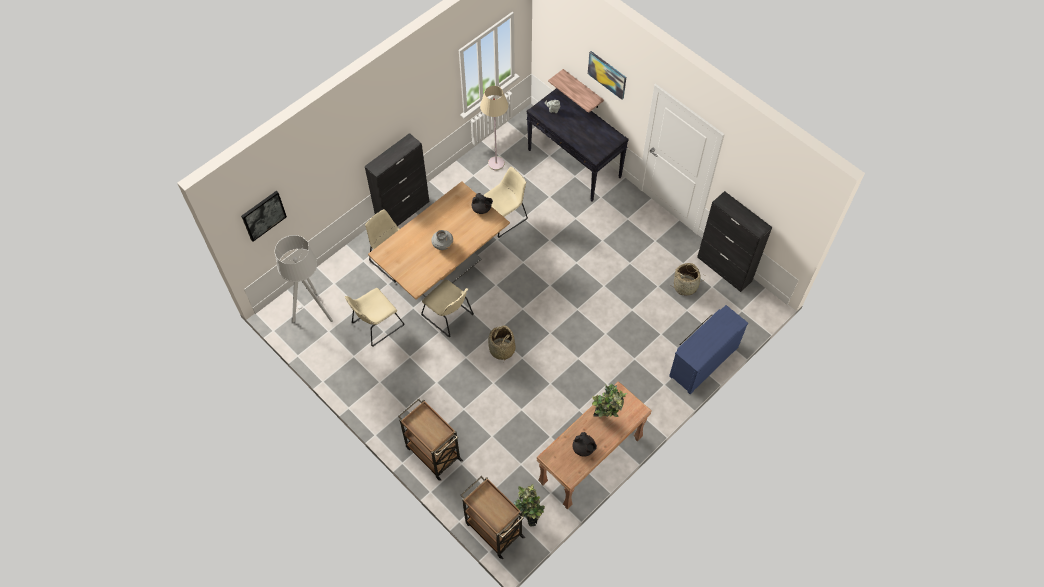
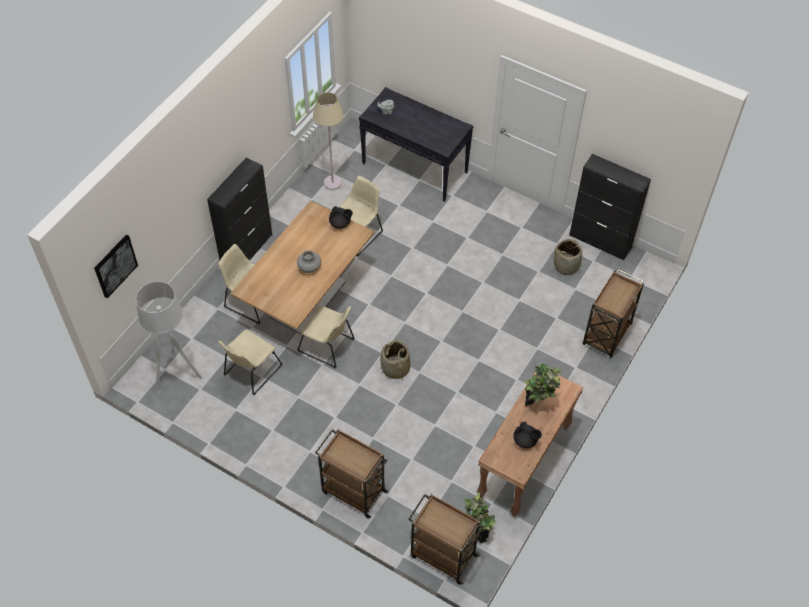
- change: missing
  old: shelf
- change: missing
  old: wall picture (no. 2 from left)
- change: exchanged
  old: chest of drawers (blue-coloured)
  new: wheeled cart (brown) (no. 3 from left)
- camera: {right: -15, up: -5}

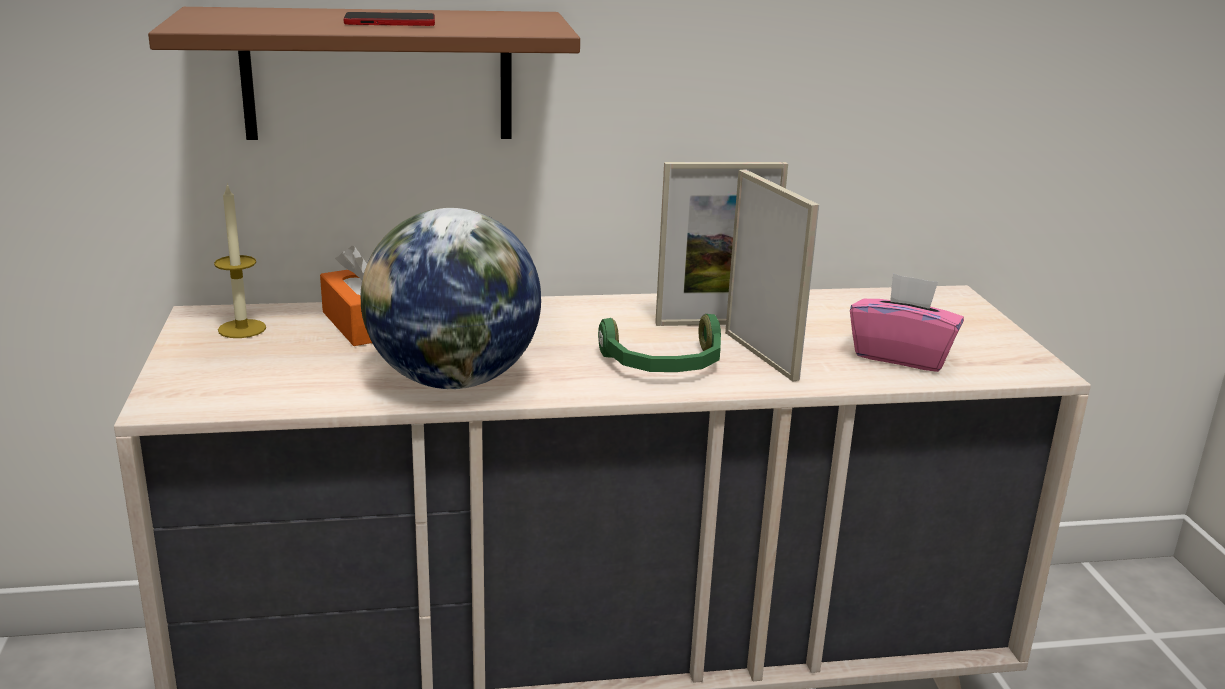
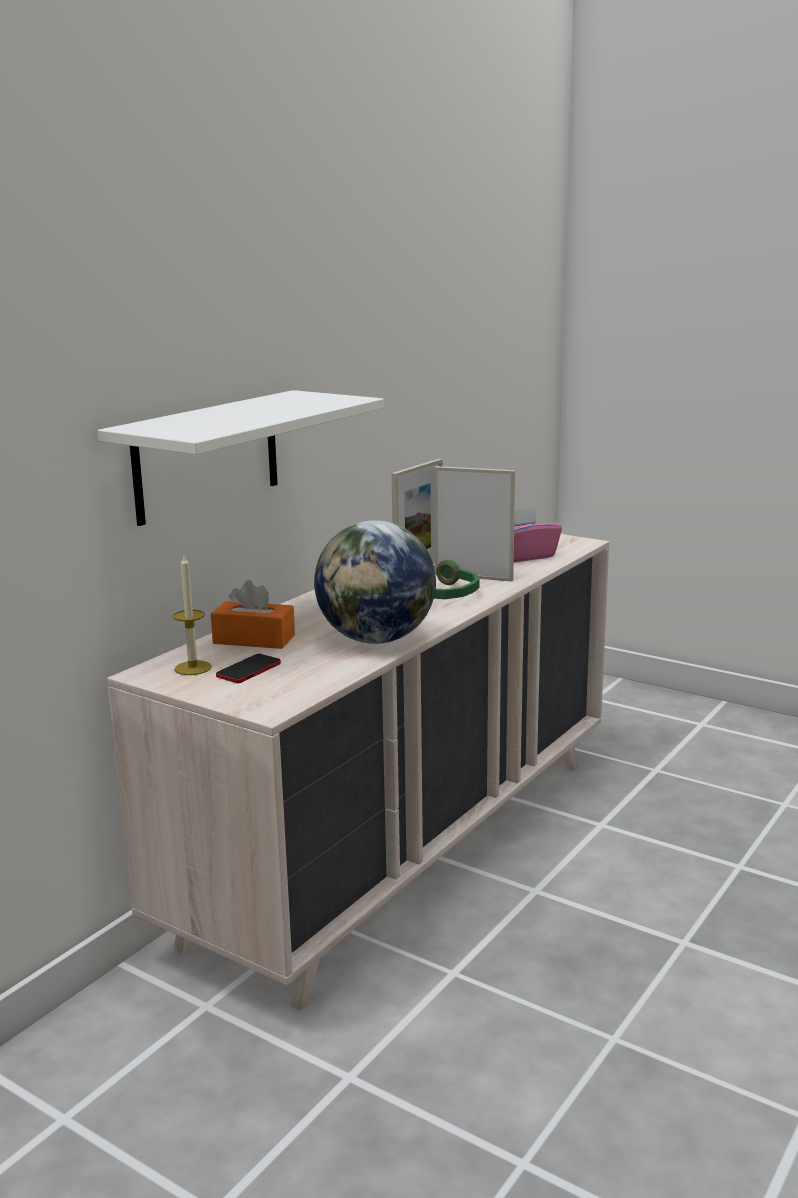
- change: colour
  old: shelf (brown)
  new: shelf (white-coloured)
- change: relocated
  old: handset
- camera: {right: -45, up: -5}

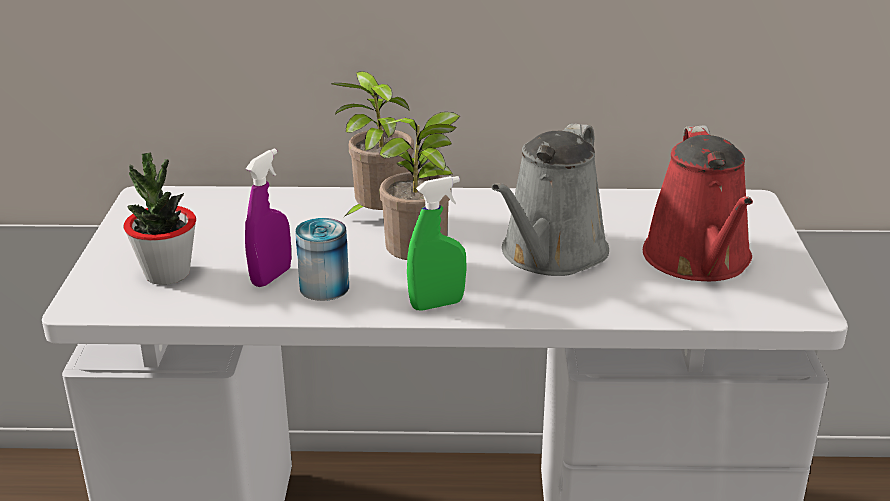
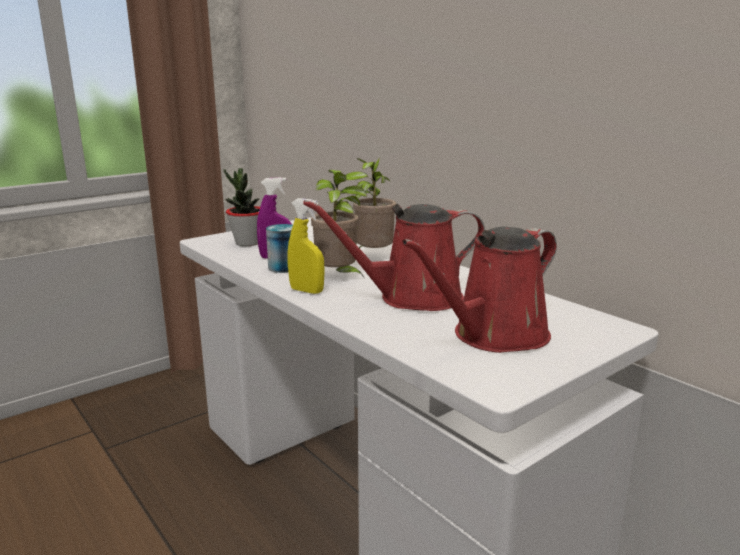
- change: colour
  old: spray bottle (greenish)
  new: spray bottle (yellow)
- change: colour
  old: watering pot (gray)
  new: watering pot (red) (no. 1 from left)
- camera: {right: 50, up: -10}

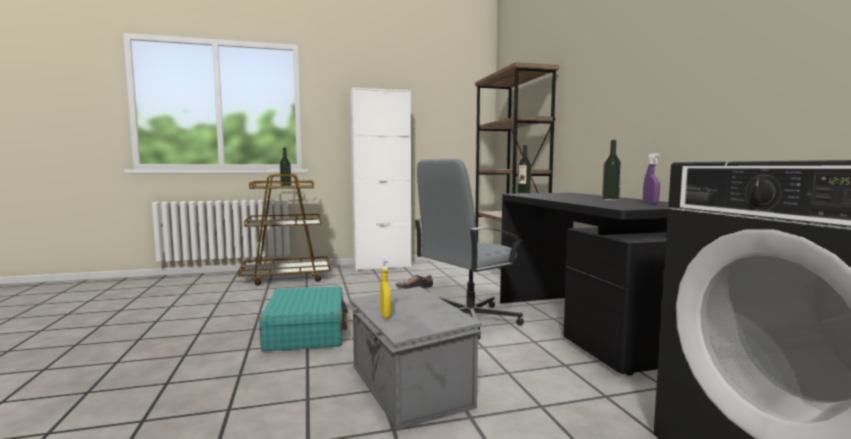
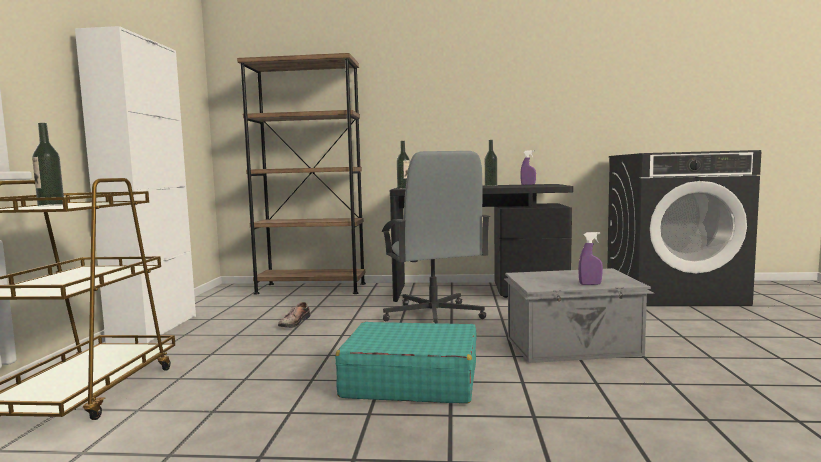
- change: colour
  old: spray bottle (yellow)
  new: spray bottle (purple) (no. 2 from left)
- camera: {right: -70, up: 0}

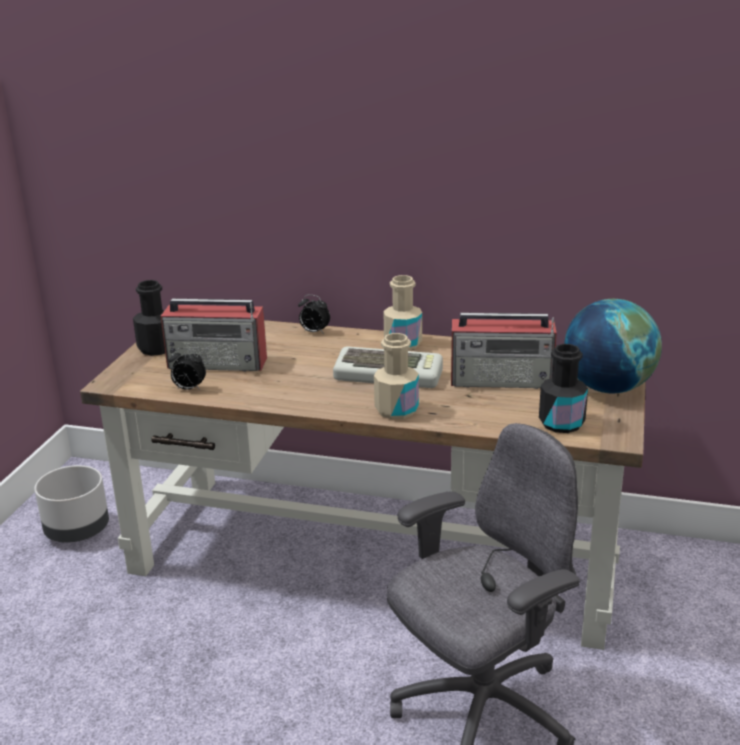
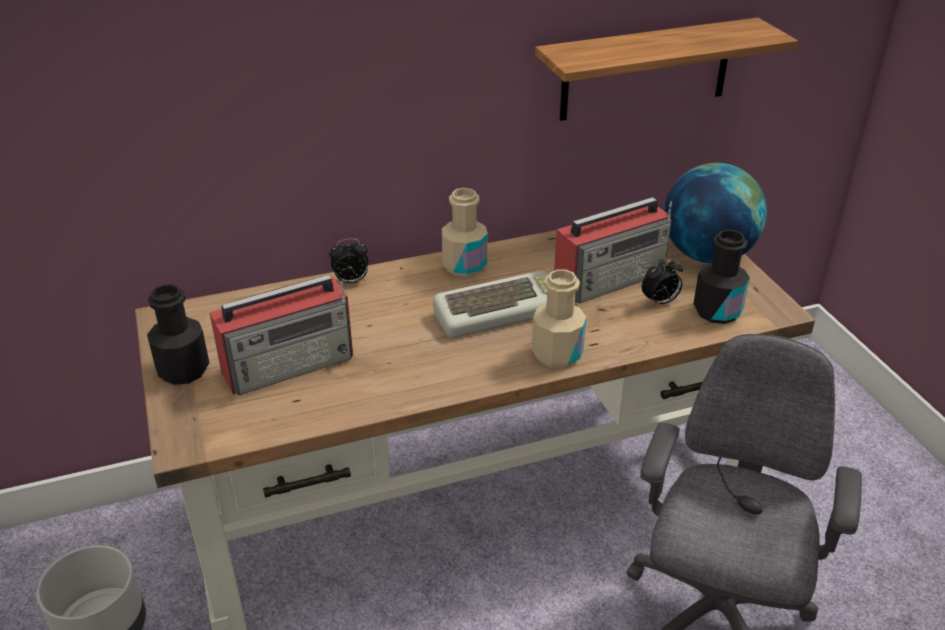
- change: relocated
  old: table clock (no. 1 from left in the first image)
  new: table clock (no. 2 from left)
- change: appeared
  new: shelf
- camera: {right: -35, up: 10}

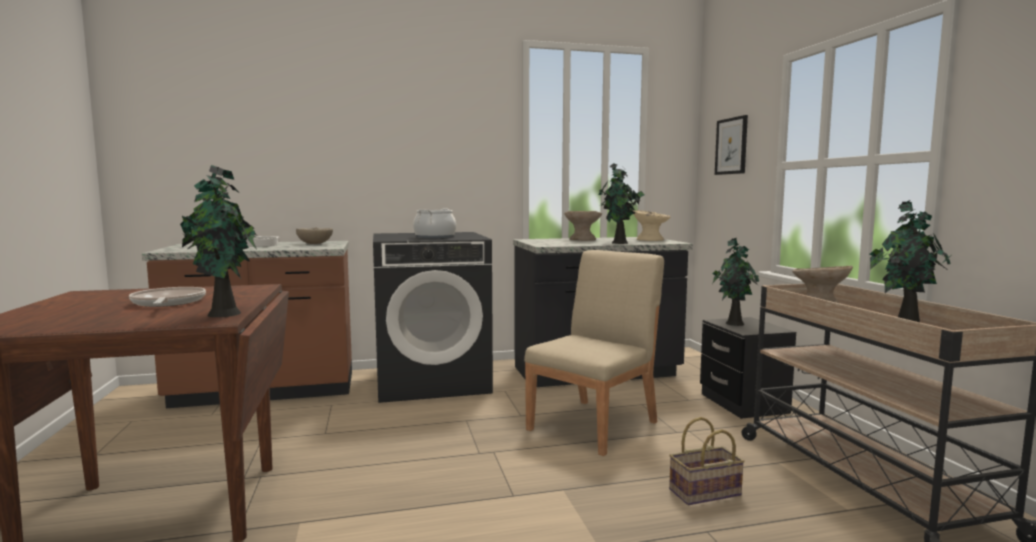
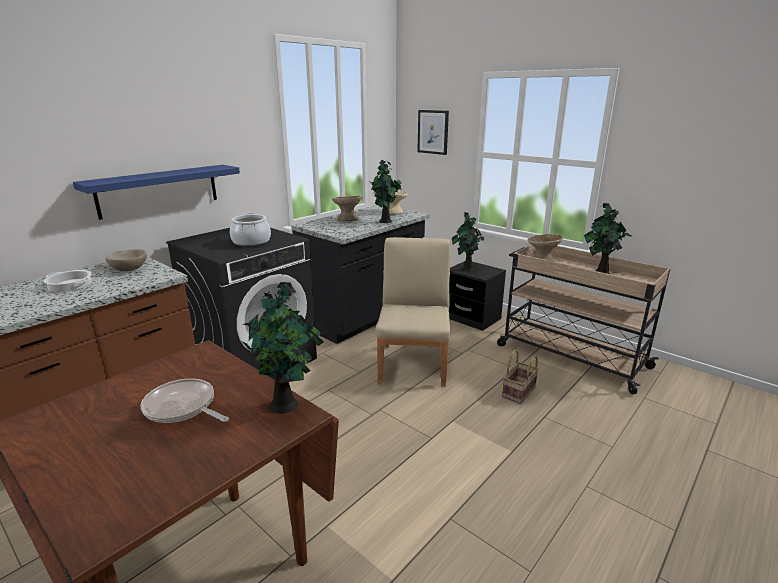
- change: appeared
  new: shelf (blue-coloured)
- camera: {right: -35, up: 15}

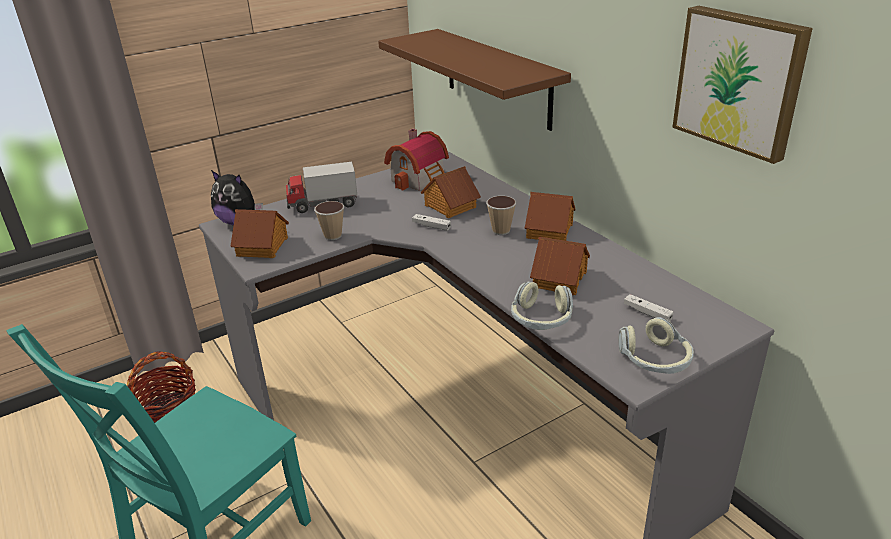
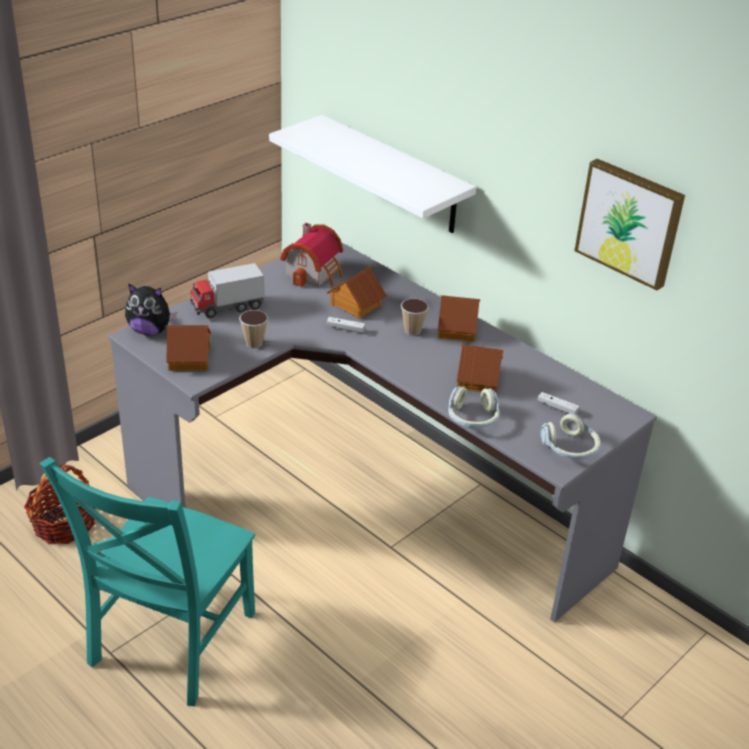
- change: colour
  old: shelf (brown)
  new: shelf (white-coloured)
- camera: {right: -15, up: 5}

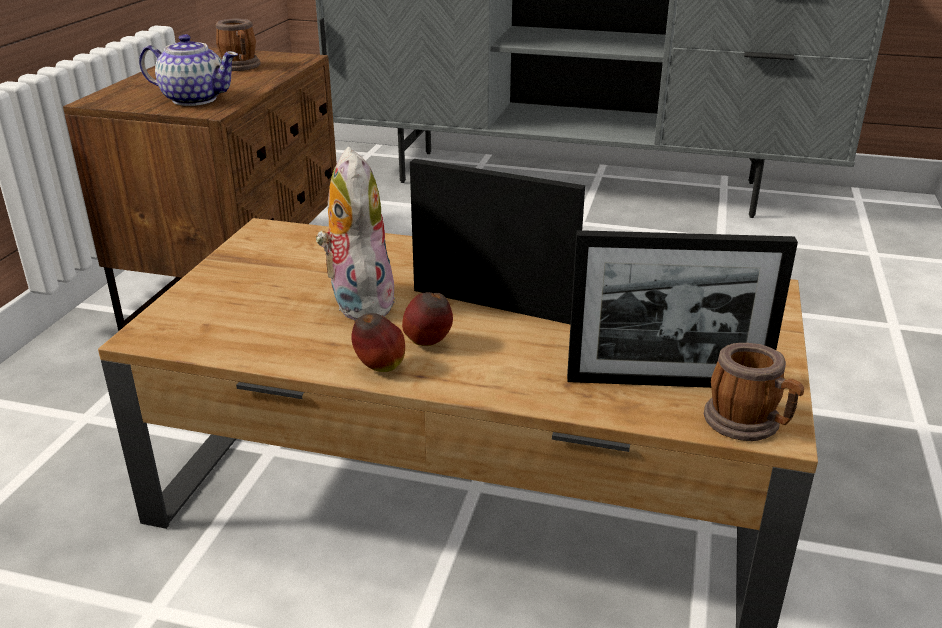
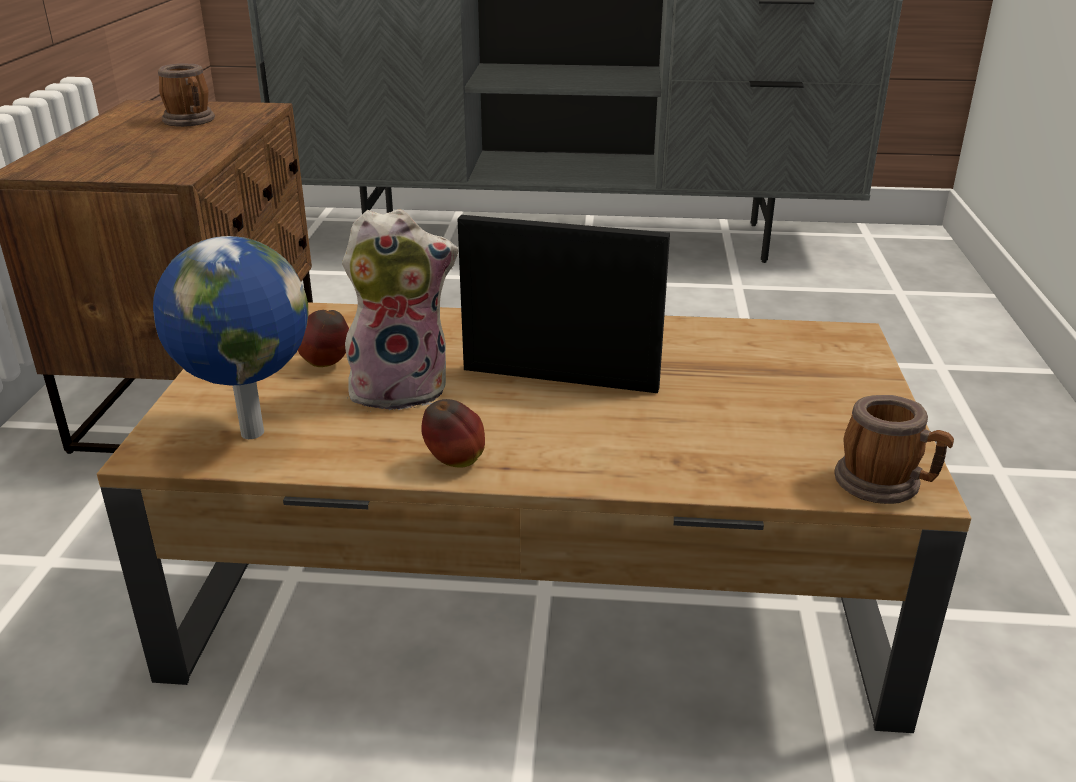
- change: missing
  old: pot for tea
- change: spun
  old: plush toy
  degrees: 105
- change: relocated
  old: apple fruit (no. 2 from left in the first image)
  new: apple fruit (no. 1 from left)
- change: missing
  old: photo frame (no. 2 from left)
- change: appeared
  new: globe
- camera: {right: -10, up: 0}

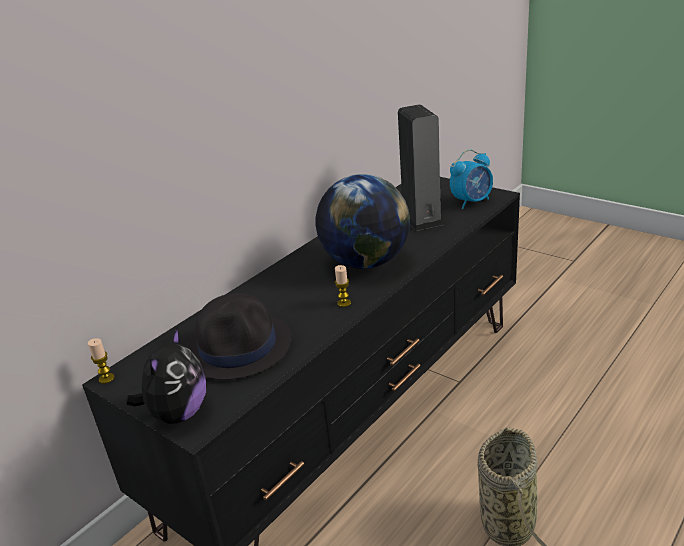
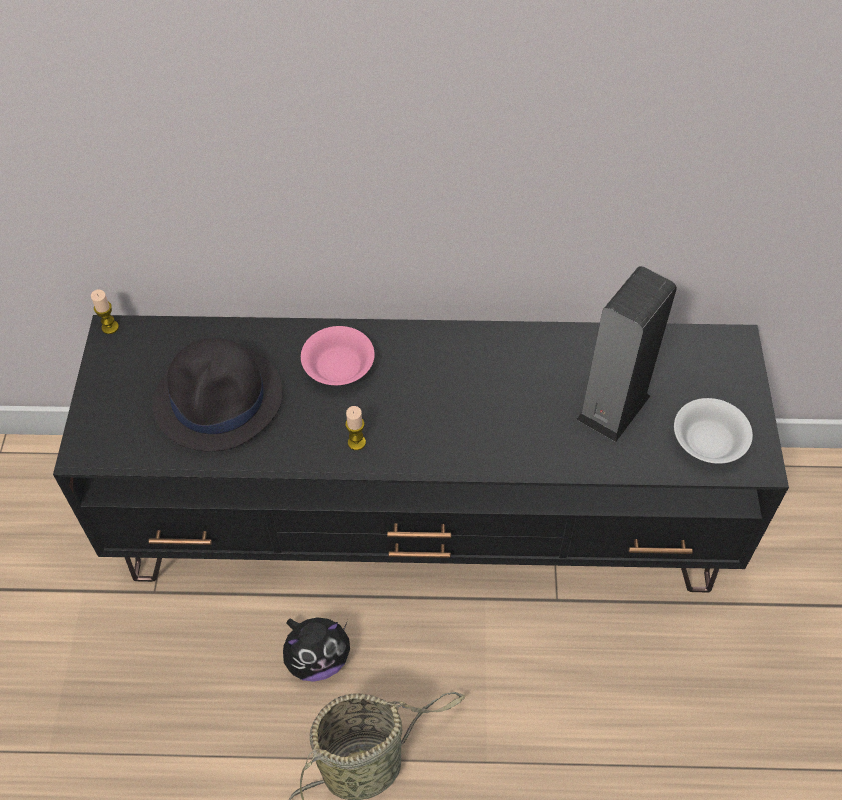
- change: relocated
  old: plush toy
- change: missing
  old: globe
- change: exchanged
  old: table clock
  new: serving bowl (white-coloured)
- change: appeared
  new: serving bowl (pinkish)
- camera: {right: 50, up: 25}

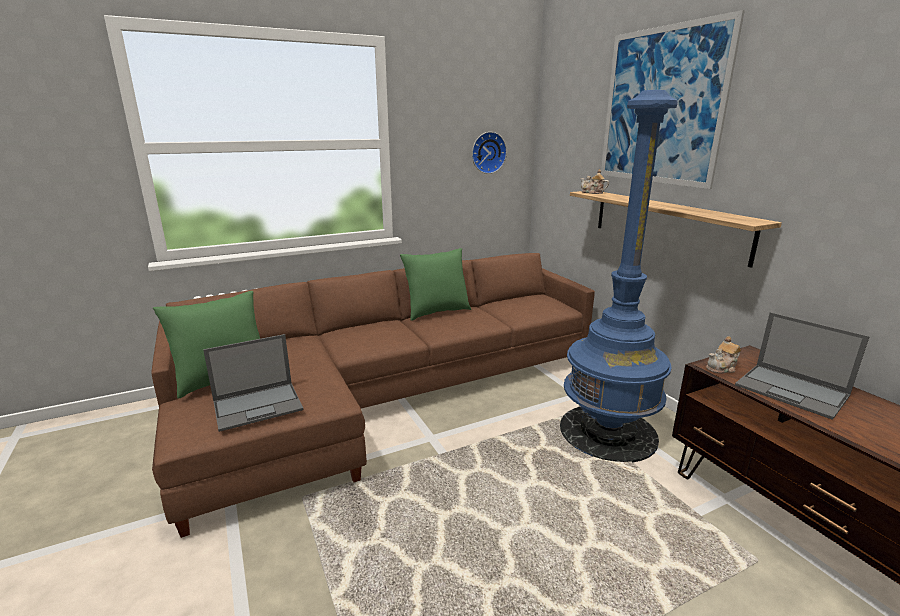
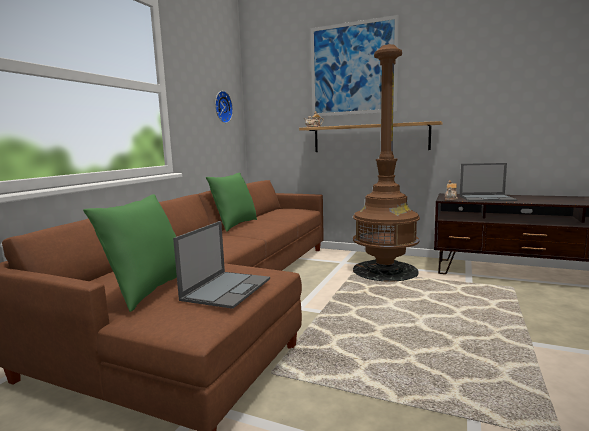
- change: colour
  old: floor lamp (blue-coloured)
  new: floor lamp (brown)
- camera: {right: -40, up: -10}

